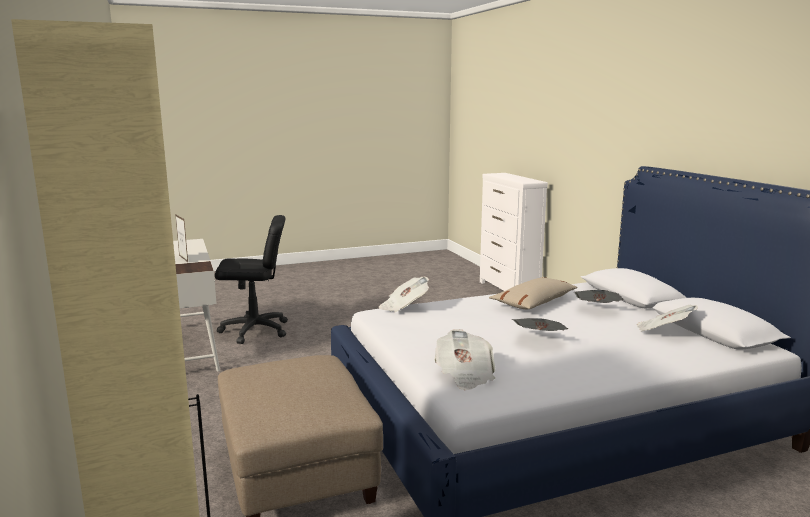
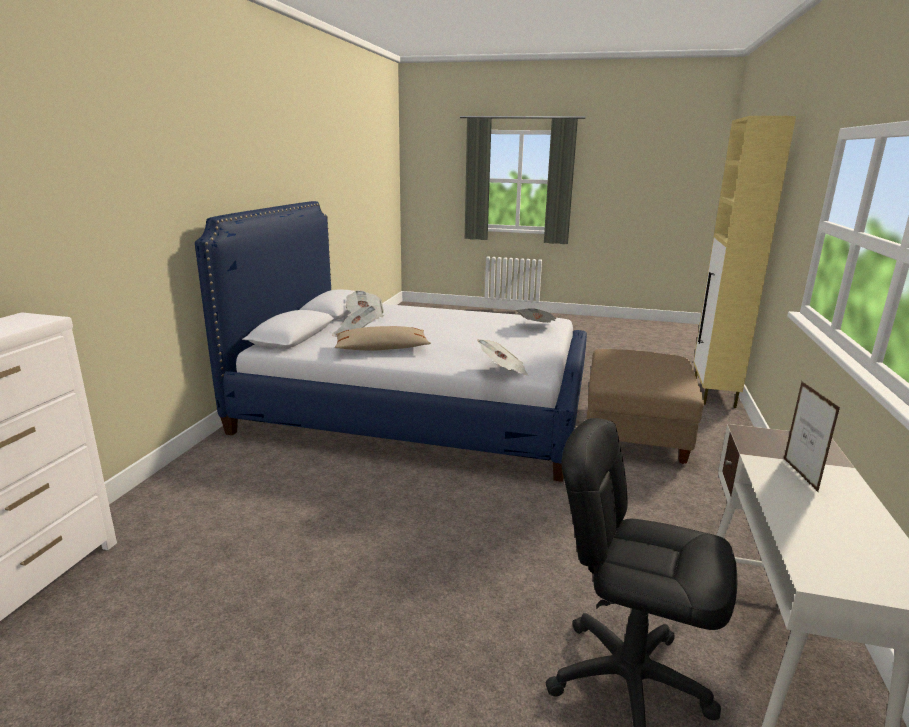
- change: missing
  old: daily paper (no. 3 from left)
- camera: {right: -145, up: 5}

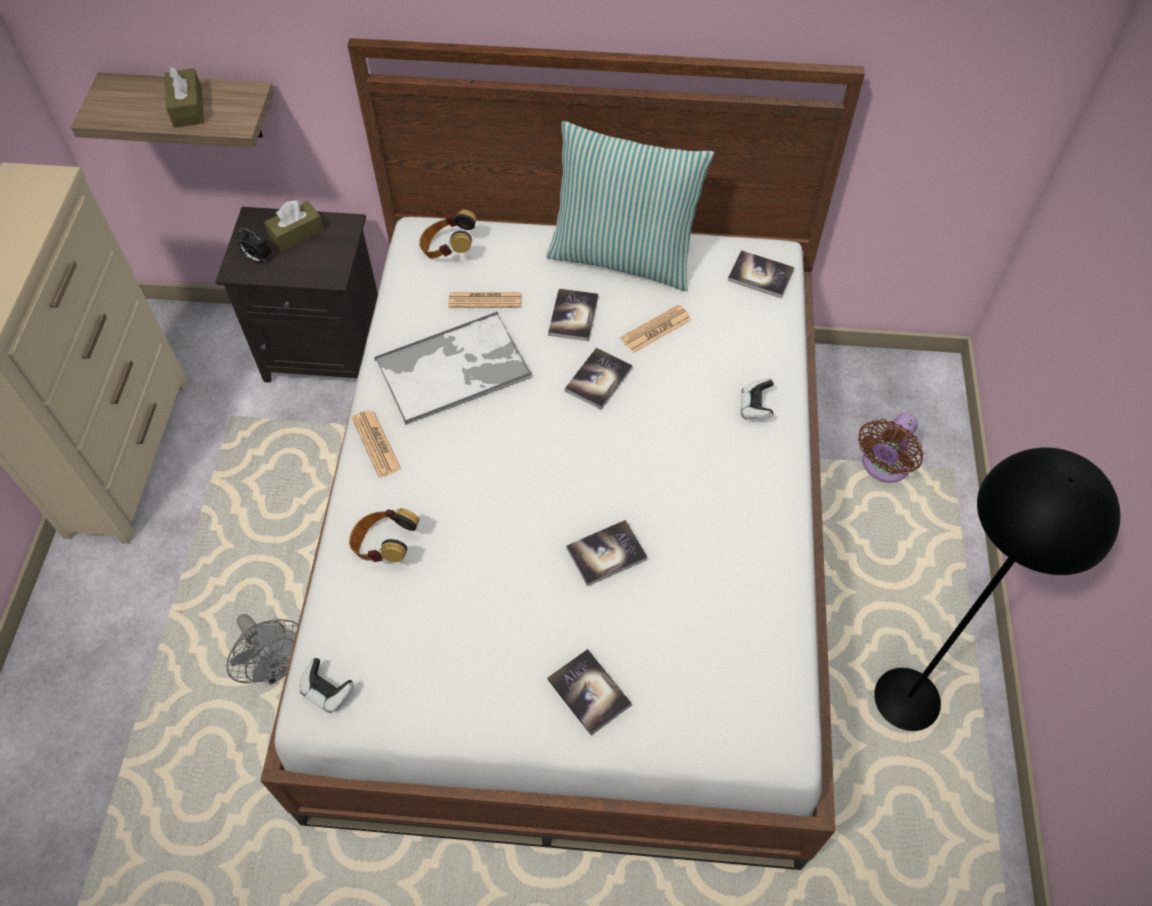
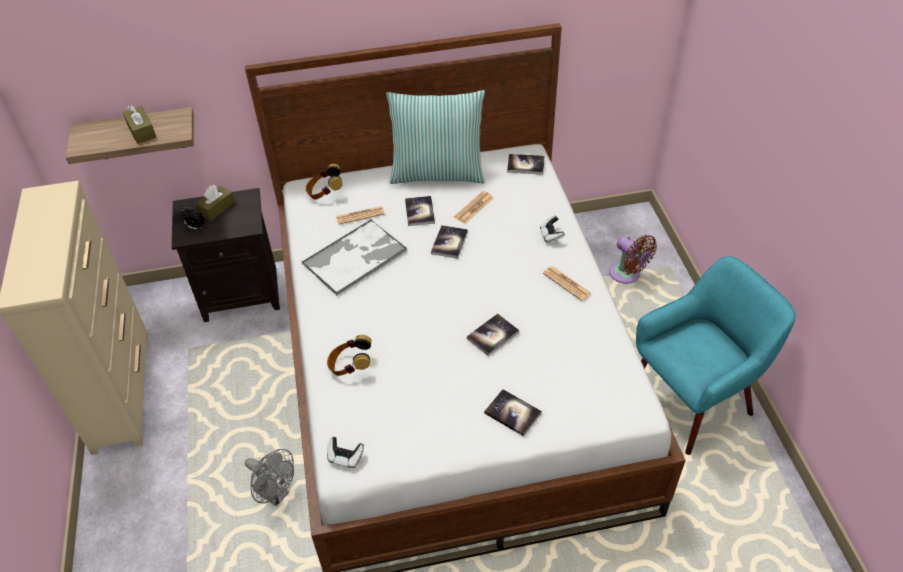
- change: relocated
  old: daily paper (no. 1 from left in the first image)
  new: daily paper (no. 3 from left)
- change: spun
  old: cooling fan (brown)
  degrees: -60
- change: exchanged
  old: floor lamp (black)
  new: easy chair (blue-green)
- camera: {right: -15, up: -10}

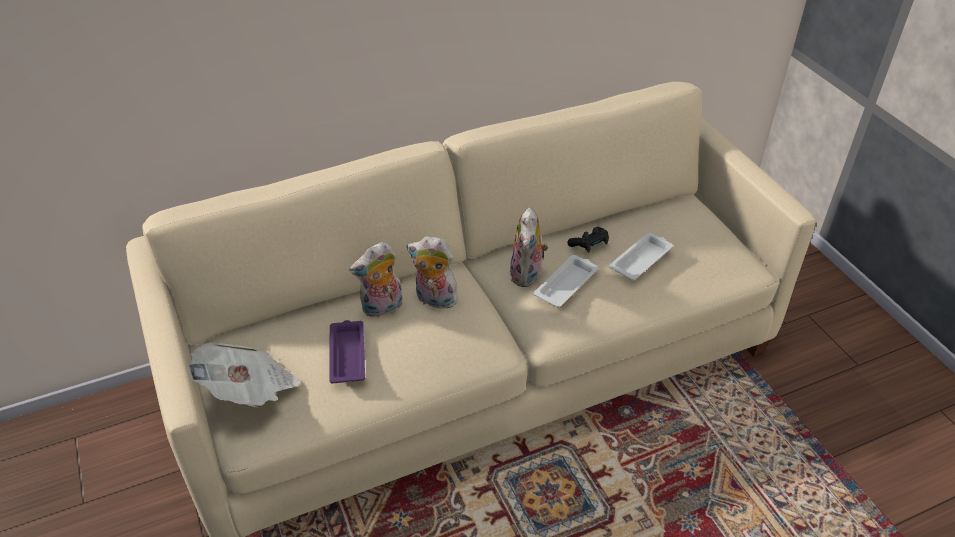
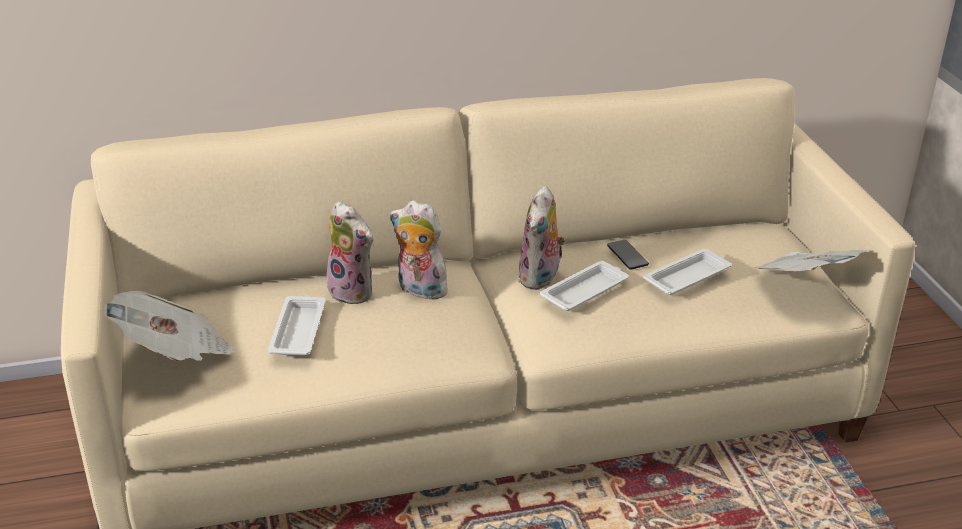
- change: colour
  old: tray (purple)
  new: tray (white-coloured) (no. 1 from left)
- change: spun
  old: plush toy (no. 1 from left)
  degrees: -120
- change: exchanged
  old: gamepad (black)
  new: handset
- change: appeared
  new: daily paper (no. 2 from left)
- camera: {right: 10, up: -10}

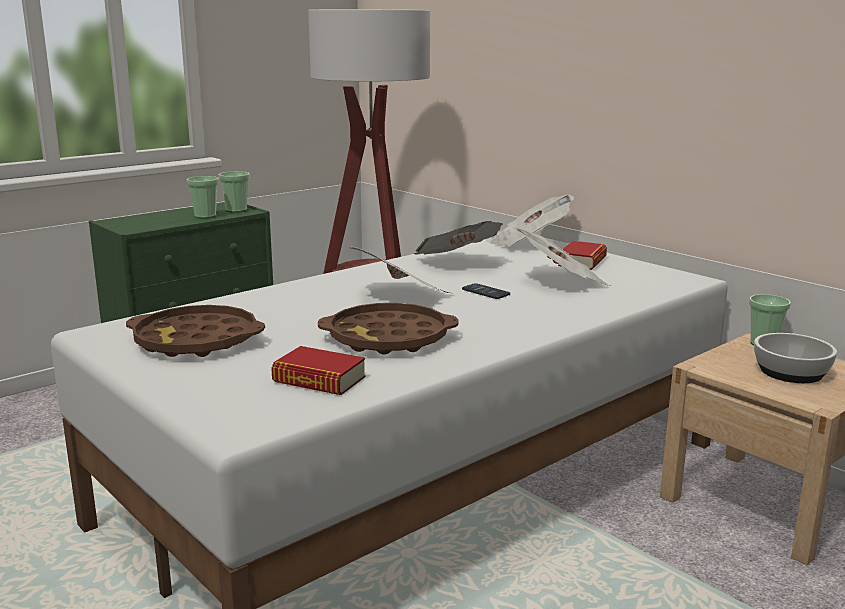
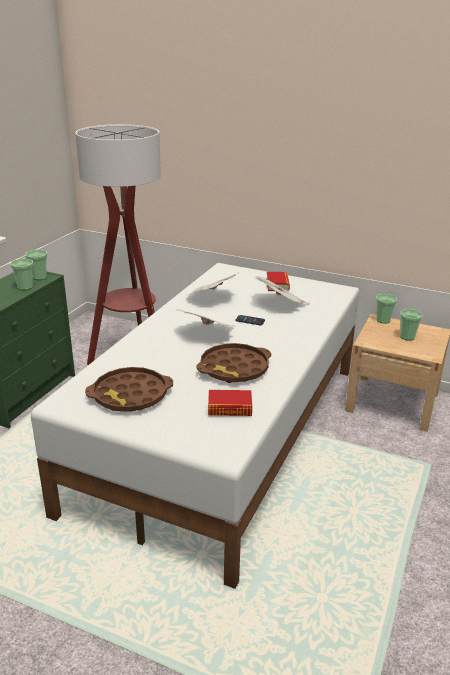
- change: missing
  old: daily paper (no. 3 from left)
- change: exchanged
  old: serving bowl
  new: drinking cup (no. 4 from left)
- camera: {right: -25, up: 10}

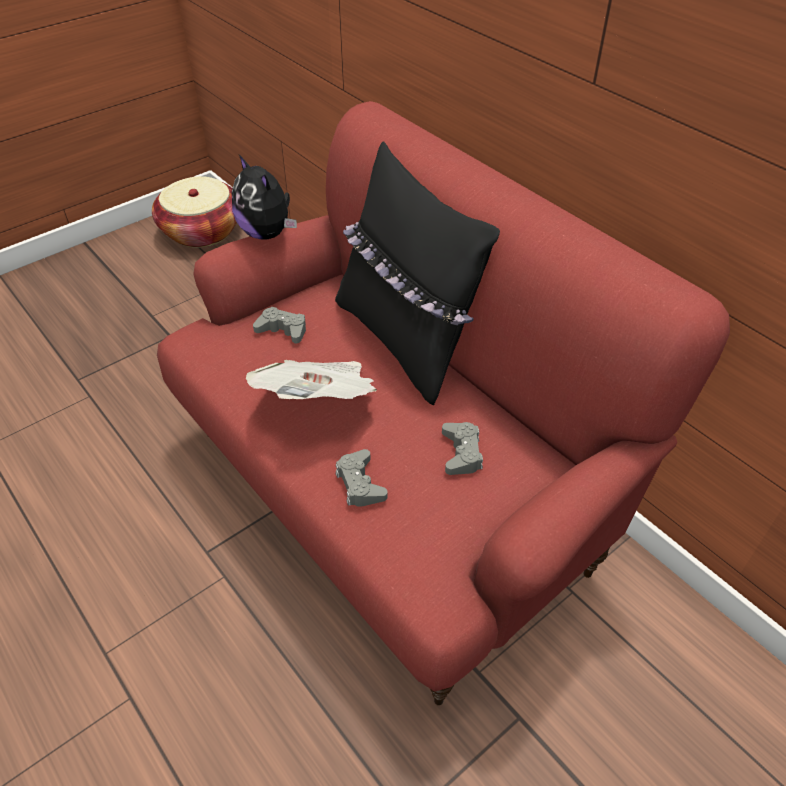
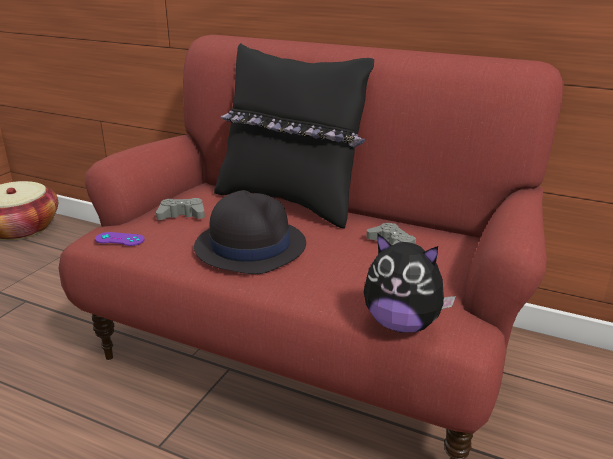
- change: relocated
  old: plush toy
- change: exchanged
  old: daily paper
  new: clothing hat (black)
- change: missing
  old: gamepad (gray) (no. 2 from left)
- change: appeared
  new: gamepad (purple)
- camera: {right: -25, up: -20}

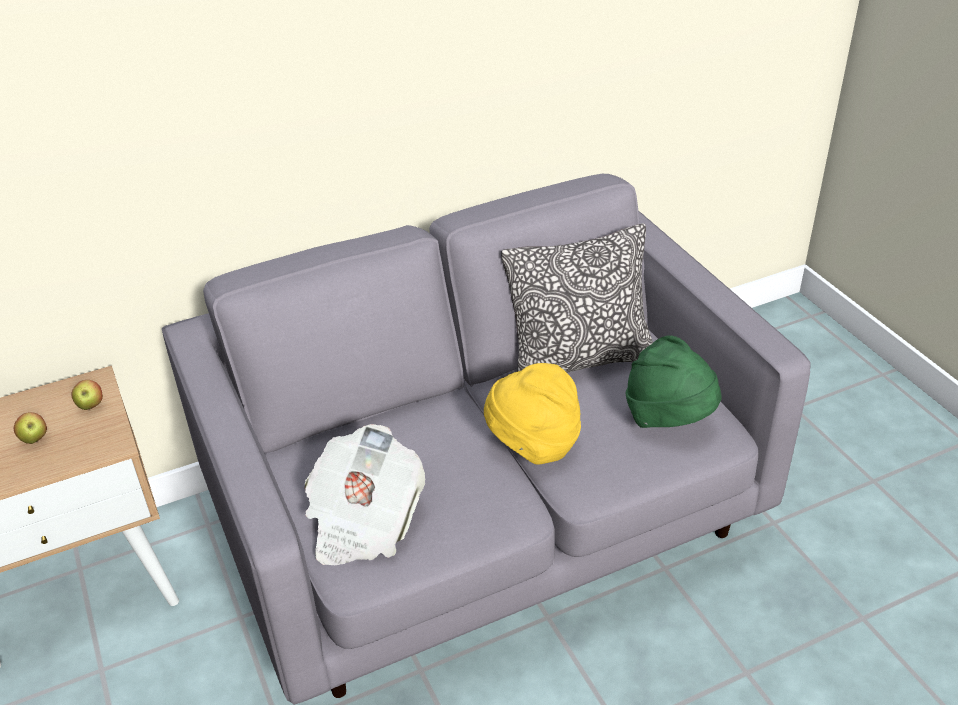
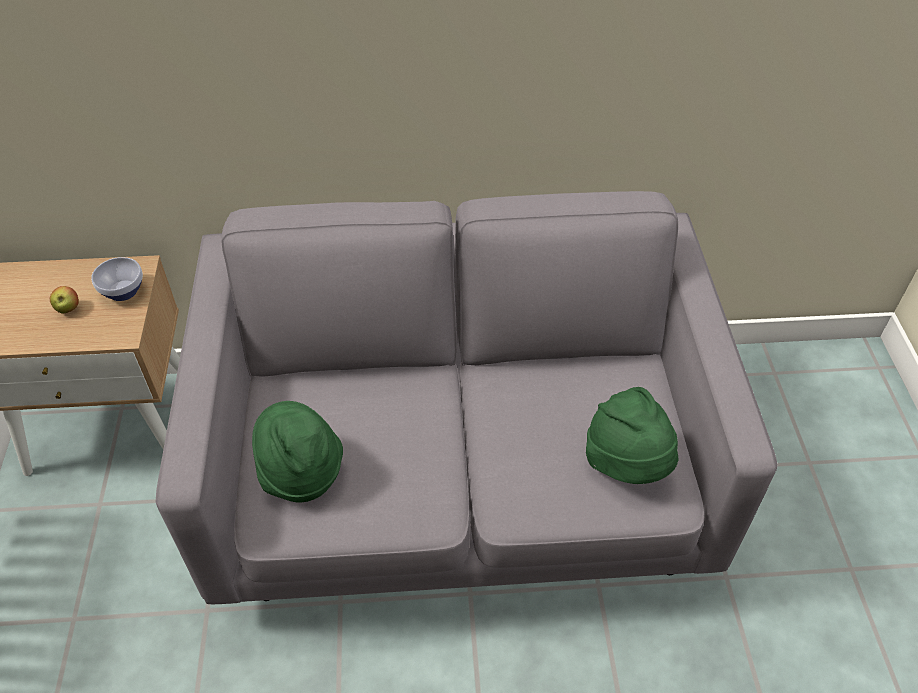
- change: exchanged
  old: apple fruit (no. 2 from left)
  new: serving bowl
- change: exchanged
  old: daily paper
  new: clothing hat (greenish) (no. 1 from left)
- change: missing
  old: clothing hat (yellow)
- change: missing
  old: cushion
- camera: {right: 20, up: 10}

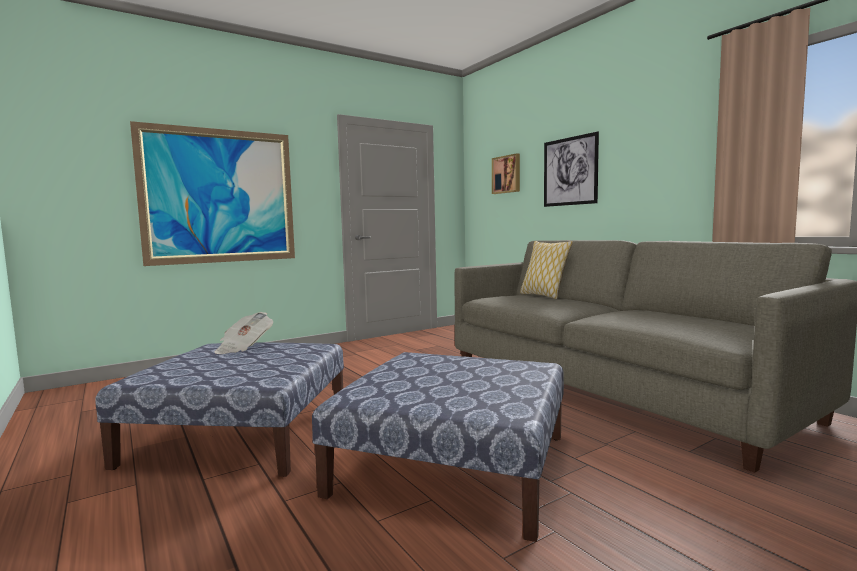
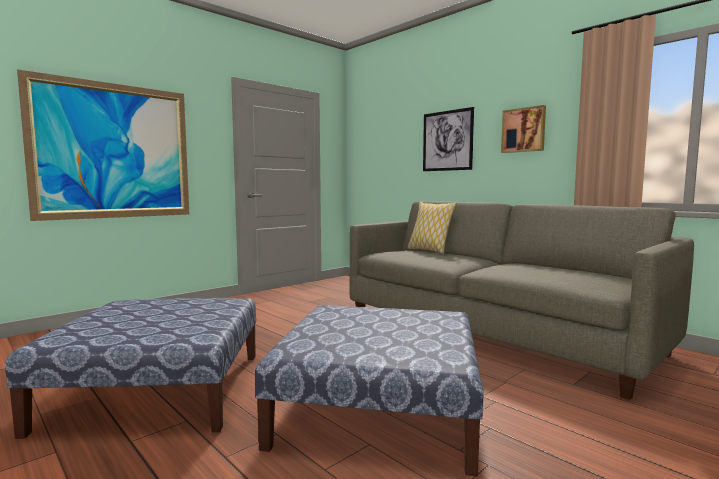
- change: missing
  old: daily paper
- change: relocated
  old: wall picture (no. 2 from left in the first image)
  new: wall picture (no. 3 from left)
- camera: {right: -10, up: 0}

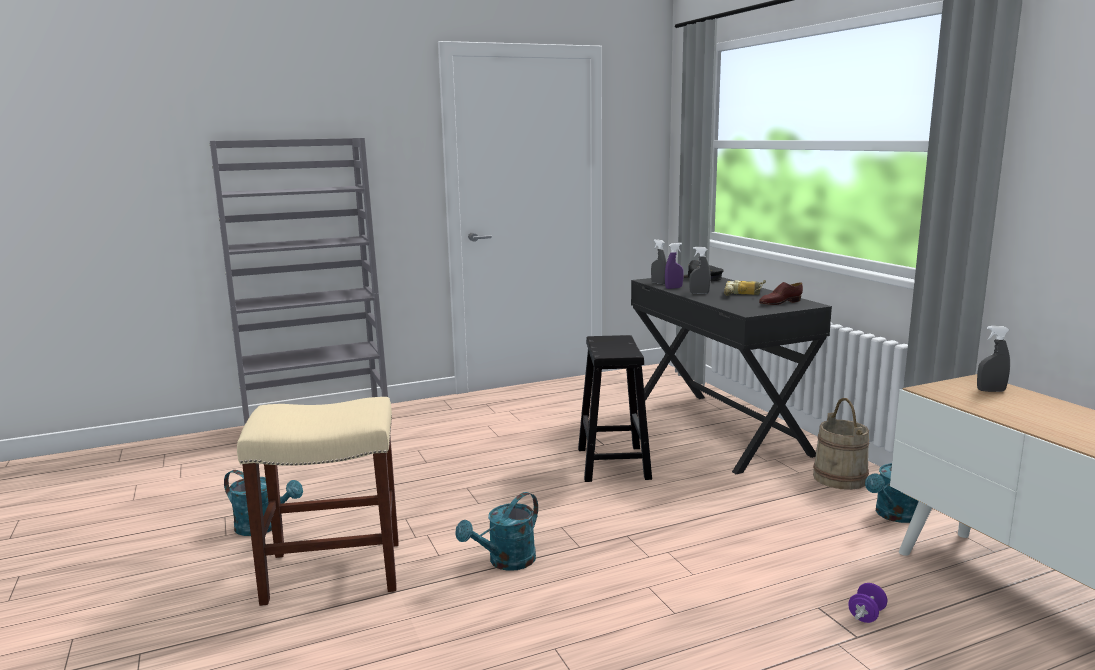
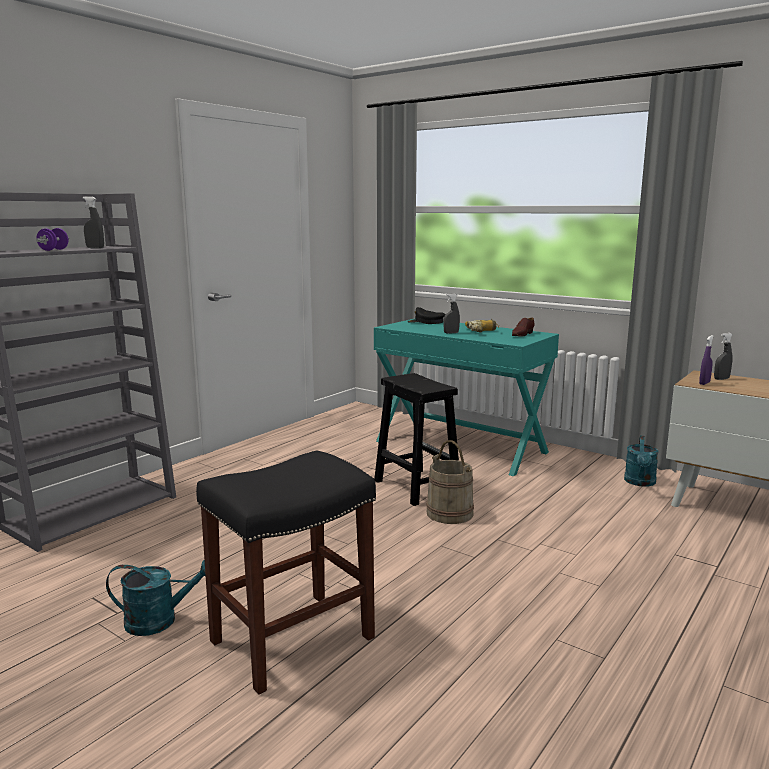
- change: colour
  old: sitting stool (sand-coloured)
  new: sitting stool (black) (no. 1 from left)
- change: missing
  old: watering pot (blue-green) (no. 2 from left)
- change: colour
  old: desk (black)
  new: desk (blue-green)
- change: relocated
  old: spray bottle (gray) (no. 1 from left)
- change: relocated
  old: spray bottle (purple)
- change: relocated
  old: pail (sand-coloured)
- change: relocated
  old: dumbbell (purple)
- camera: {right: -30, up: 0}

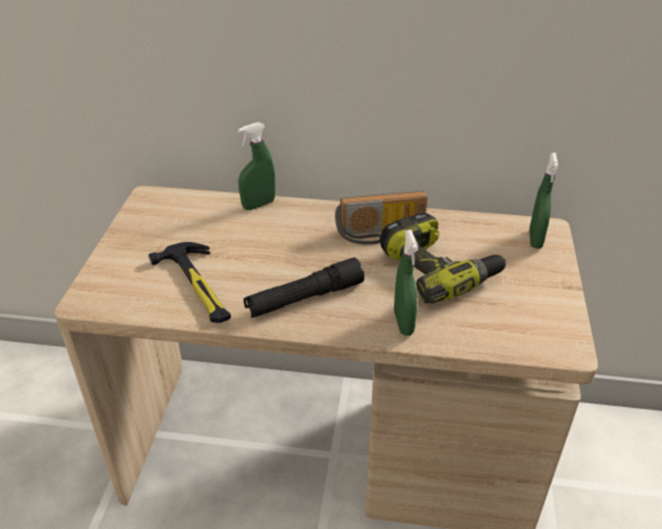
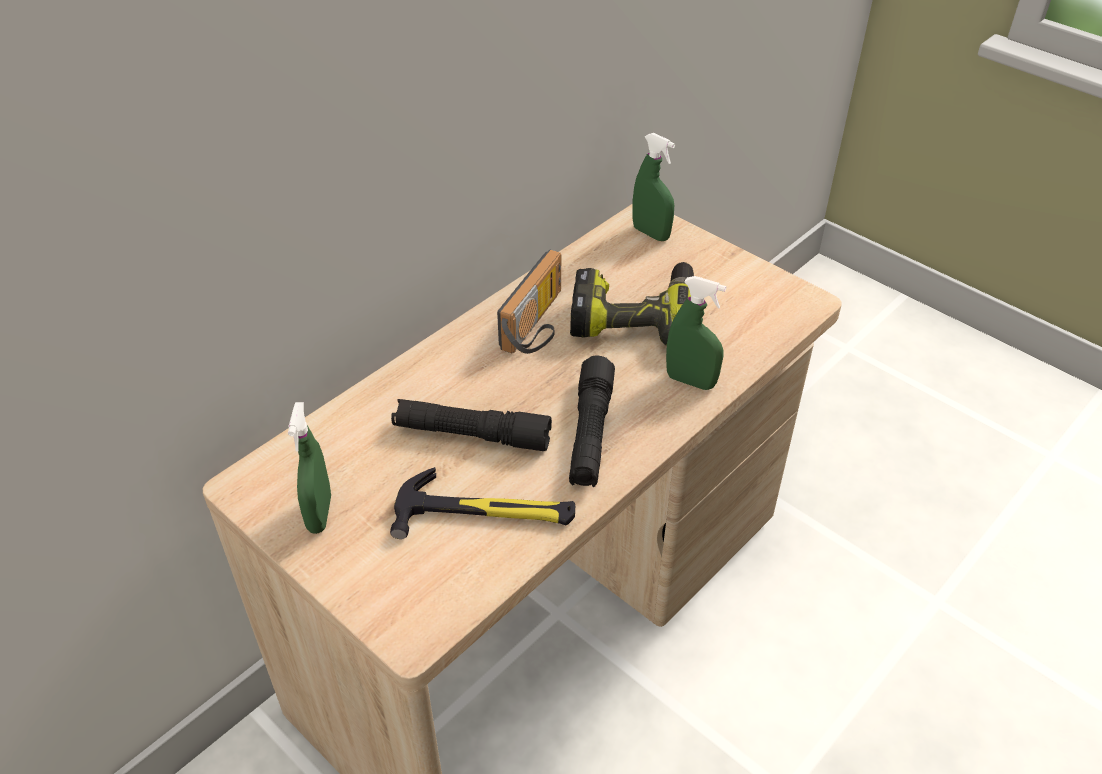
- change: relocated
  old: spray bottle (greenish) (no. 1 from left)
- change: appeared
  new: flashlight (black) (no. 1 from left)
- camera: {right: -55, up: 5}

